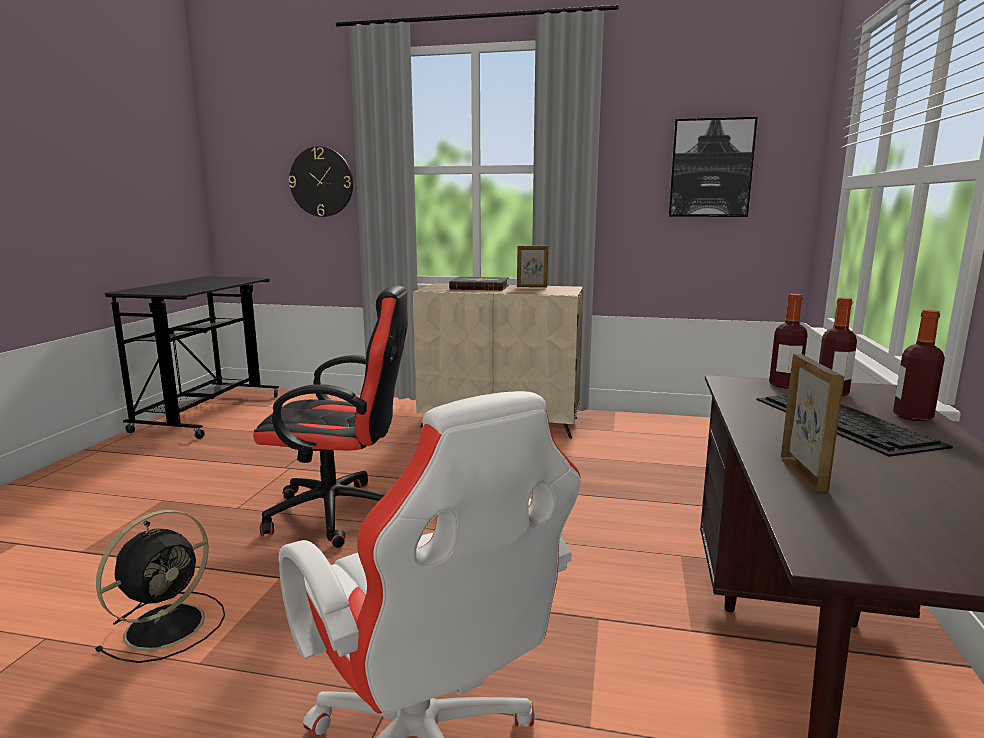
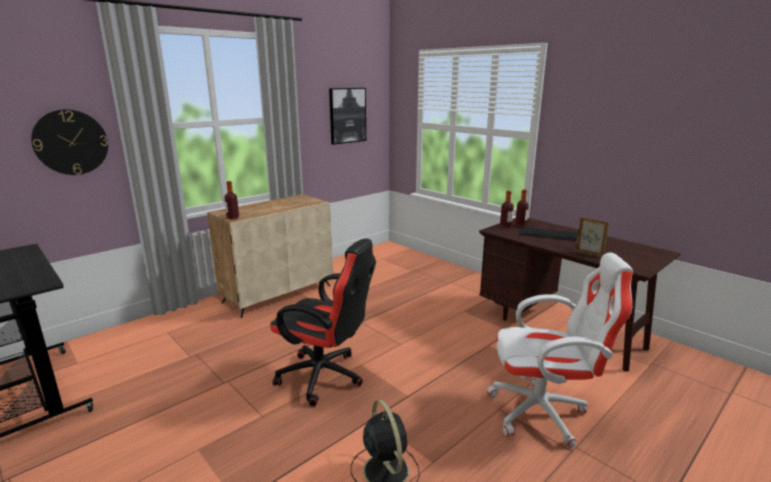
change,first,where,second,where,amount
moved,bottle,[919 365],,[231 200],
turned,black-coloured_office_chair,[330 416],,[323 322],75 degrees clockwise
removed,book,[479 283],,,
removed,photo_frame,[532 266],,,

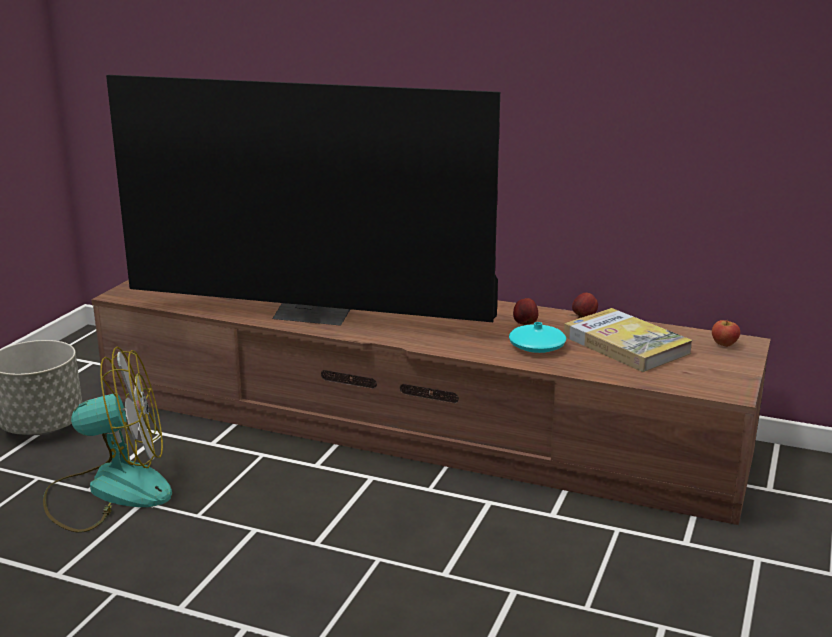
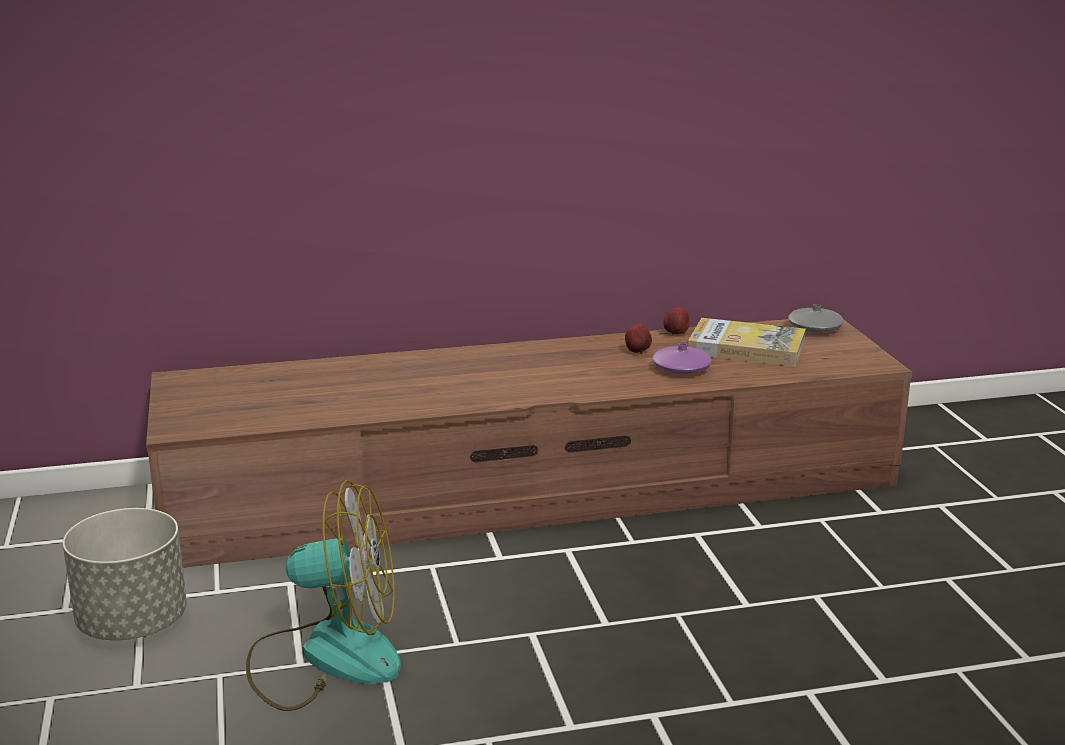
change,first,where,second,where,amount
turned,fan,[107 440],,[323 595],45 degrees clockwise
recoloured,turquoise-coloured_vase,[537 337],purplish_vase,[682 359],
replaced,apple_fruit,[726 333],gray_vase,[816 318],
removed,TV_set,[303 200],,,

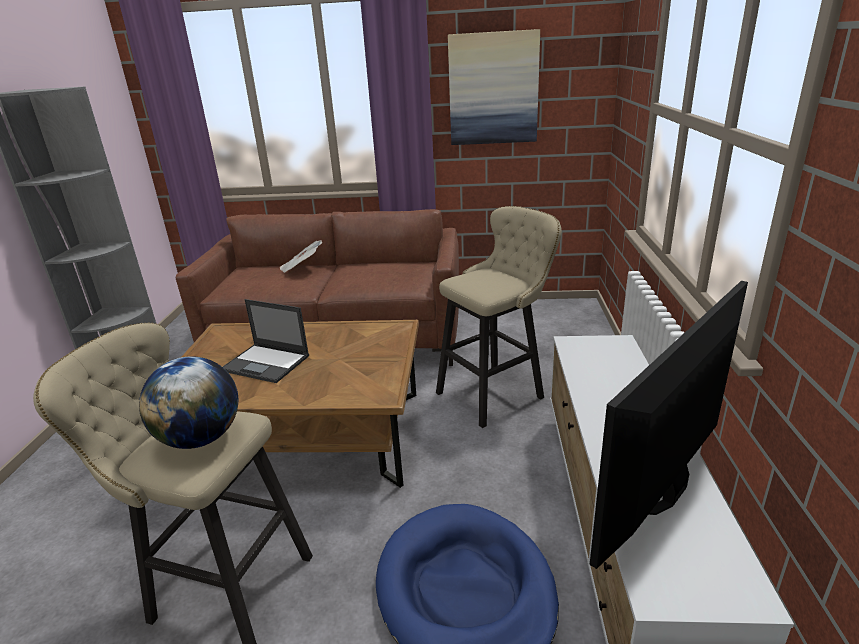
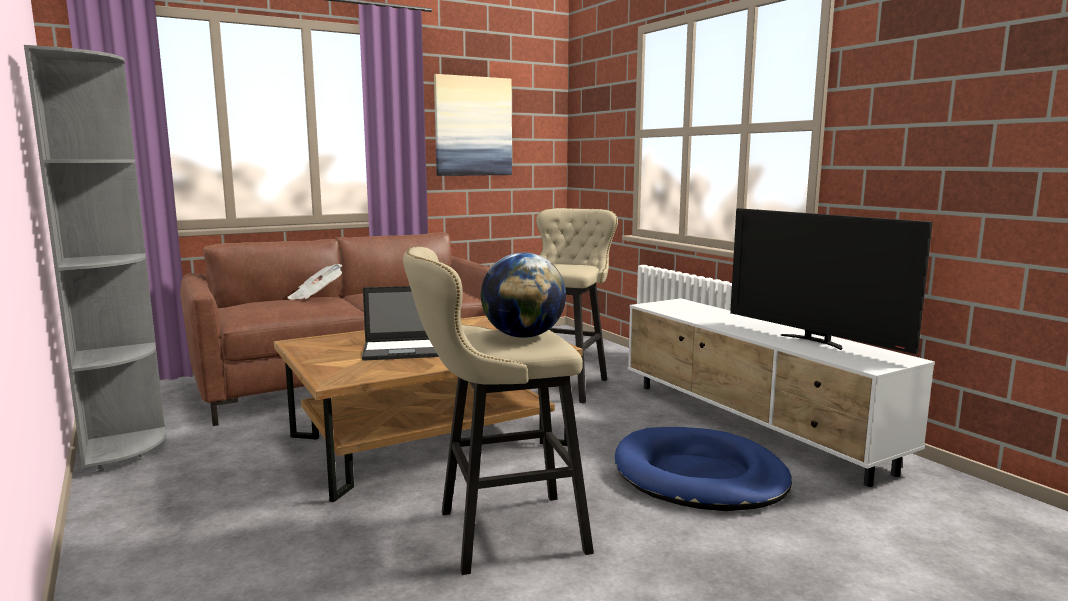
change,first,where,second,where,amount
turned,TV_set,[669 425],,[831 281],45 degrees counterclockwise

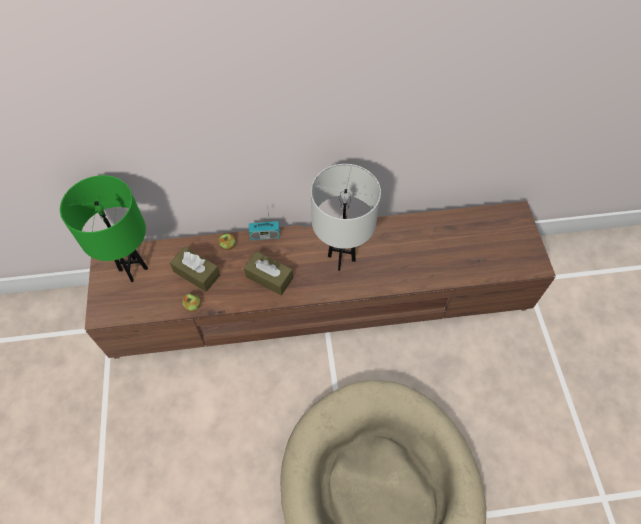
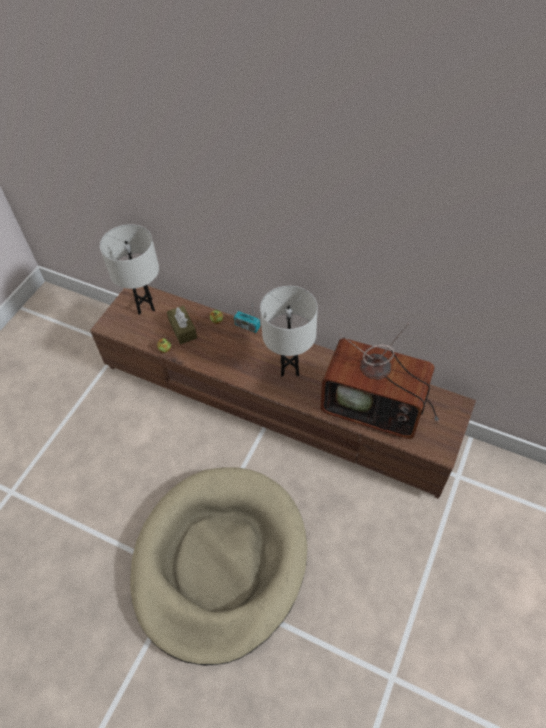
change,first,where,second,where,amount
recoloured,green_tabletop_lamp,[104 228],white-coloured_tabletop_lamp,[129 269],
added,,,TV_set,[380 381],
removed,brown_tissue_box,[268 273],,,

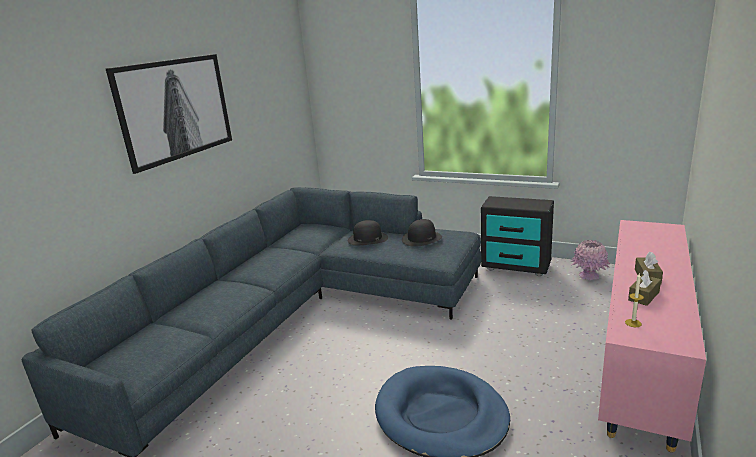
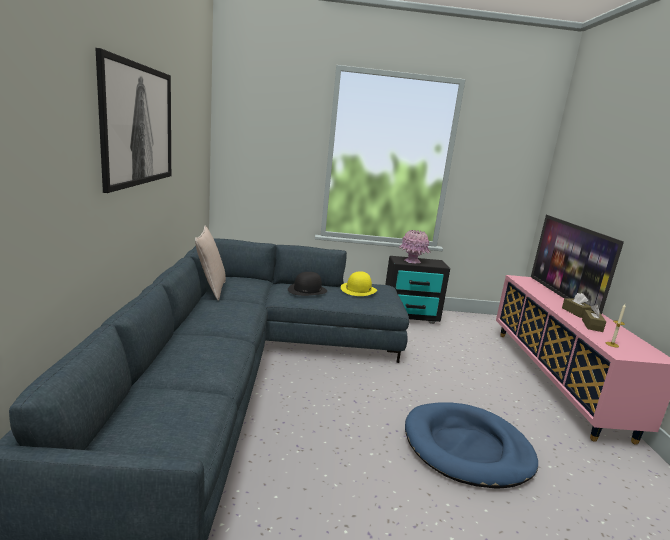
change,first,where,second,where,amount
added,,,beige_throw_pillow,[210 263],
recoloured,black-coloured_clothing_hat,[422 233],yellow_clothing_hat,[359 283],
moved,pinkish_vase,[590 260],,[414 247],
added,,,TV_set,[577 265],

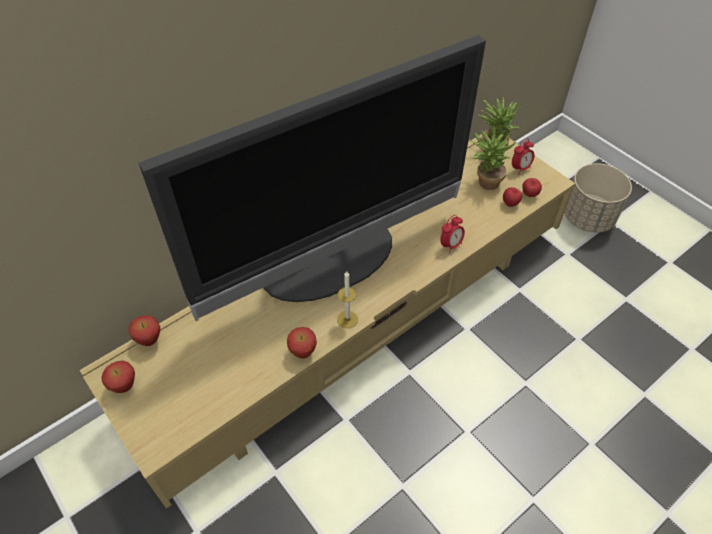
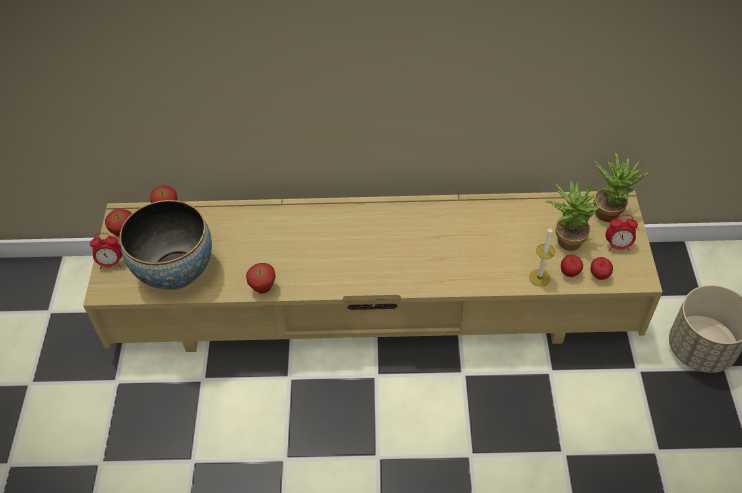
change,first,where,second,where,amount
moved,bedside_clock,[452 234],,[106 251],
added,,,bowl,[165 245],
moved,wax_candle,[347 299],,[542 257],
removed,TV_set,[312 178],,,

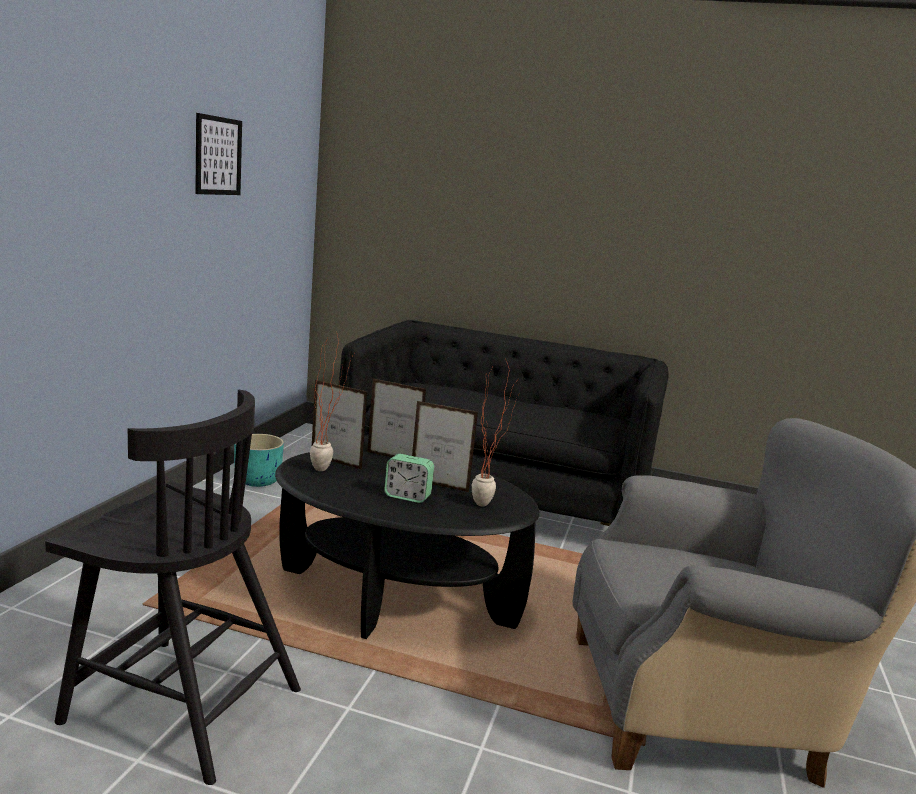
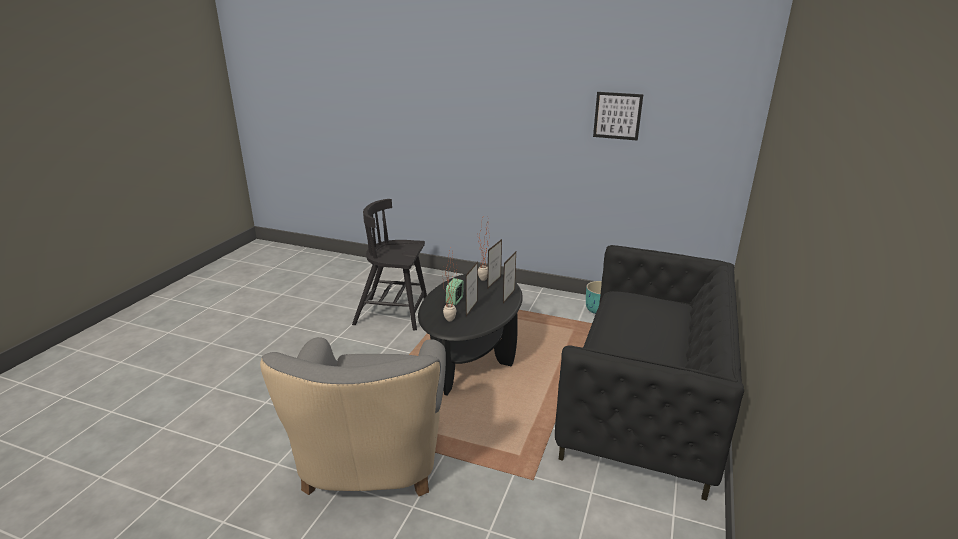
change,first,where,second,where,amount
turned,black-coloured_upright_chair,[173 587],,[389 264],75 degrees clockwise

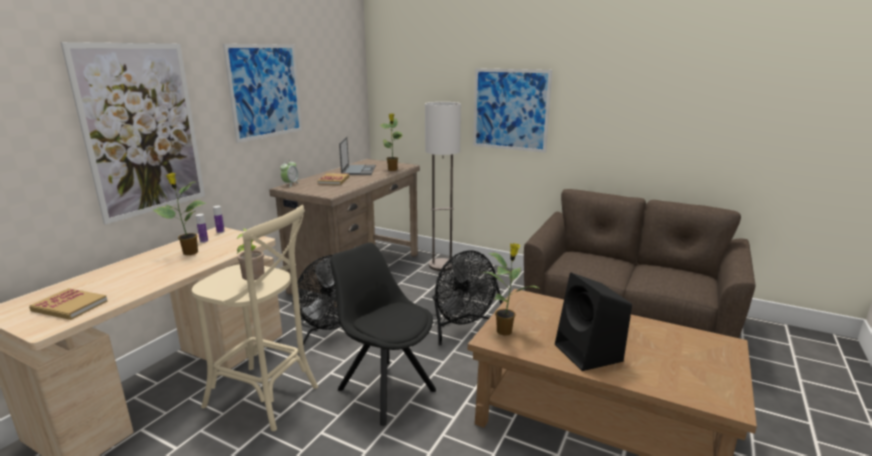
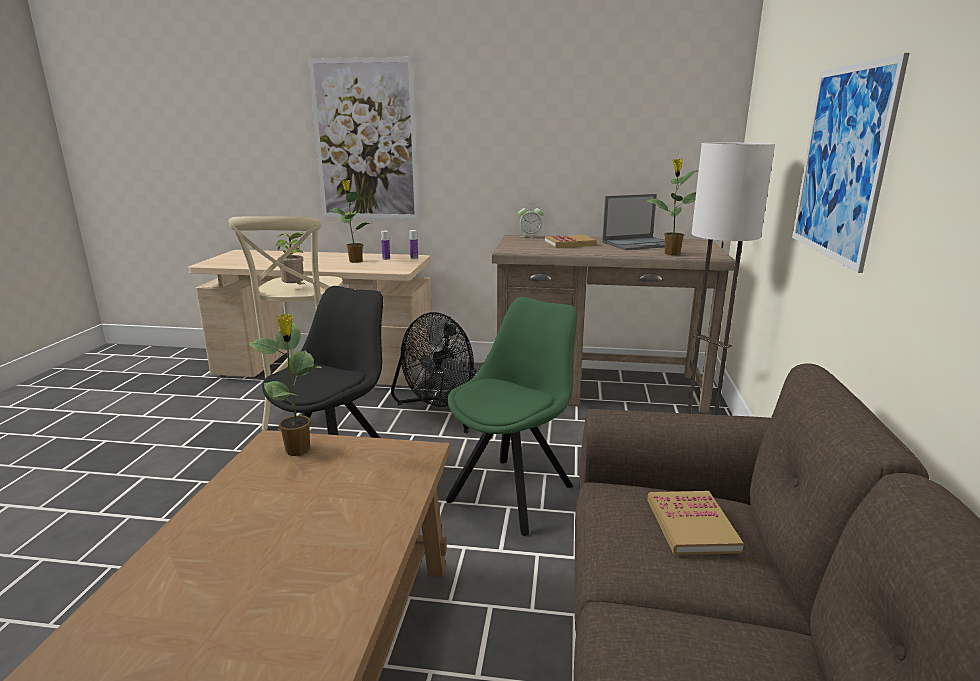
change,first,where,second,where,amount
replaced,black-coloured_fan,[467 297],green_upright_chair,[511 416],
moved,book,[68 304],,[695 523],
removed,picture,[262 93],,,
removed,black-coloured_audio_speaker,[593 322],,,

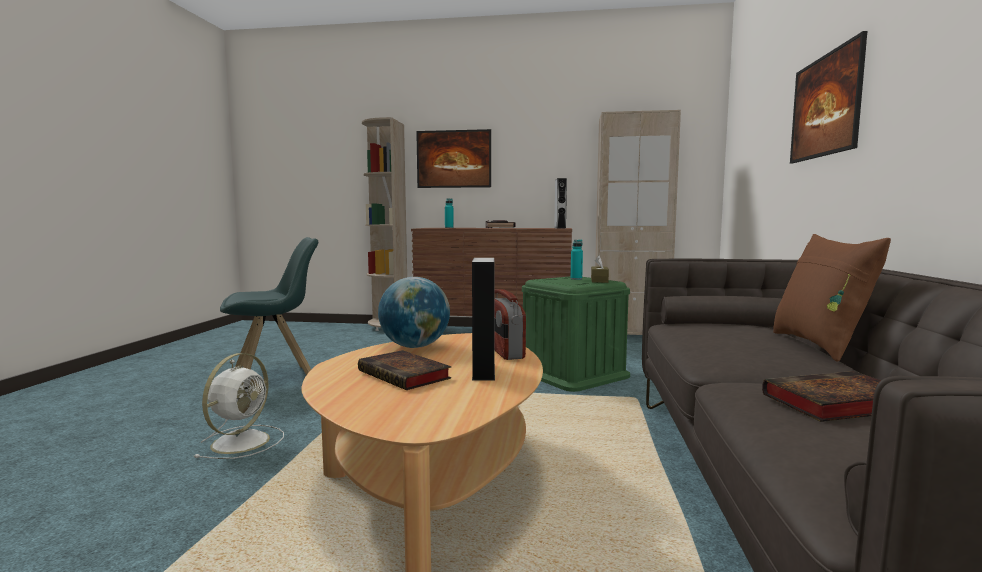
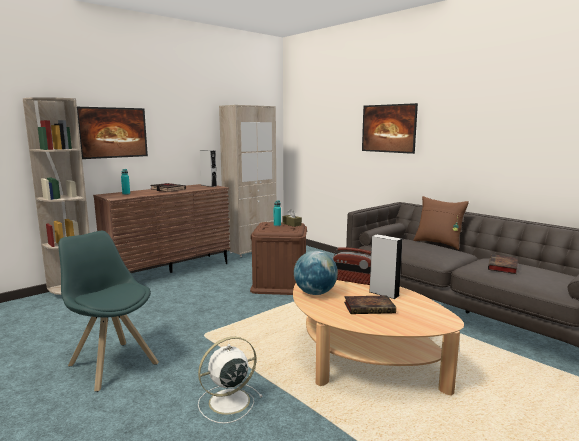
change,first,where,second,where,amount
turned,turquoise-coloured_upright_chair,[269 306],,[108 311],60 degrees counterclockwise
turned,white-coloured_fan,[239 406],,[230 380],90 degrees counterclockwise
recoloured,green_storage_box,[576 334],brown_storage_box,[278 258],

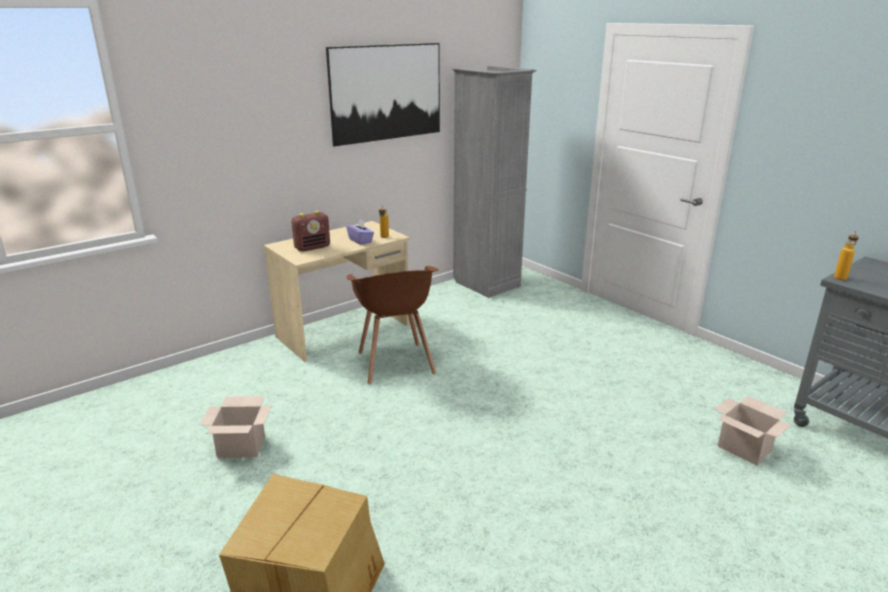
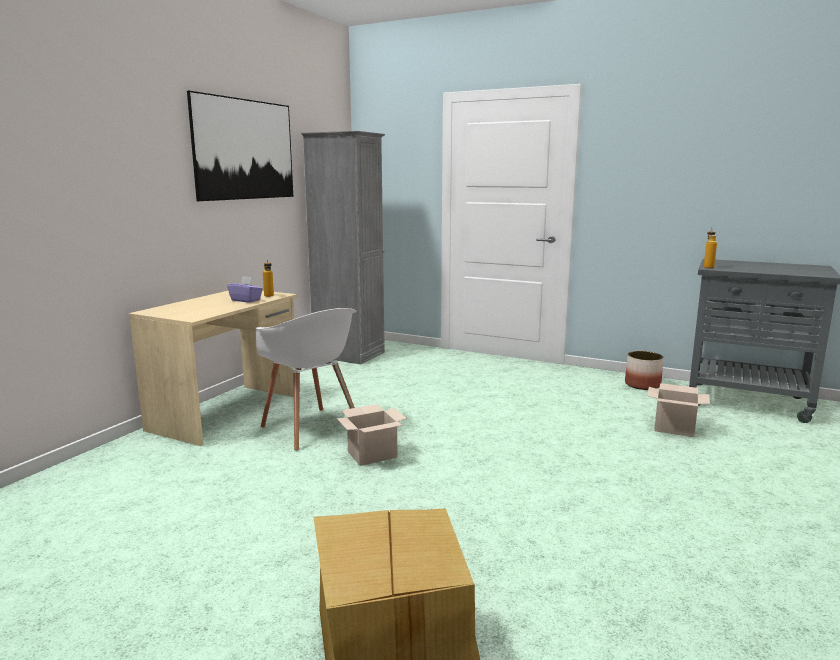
change,first,where,second,where,amount
recoloured,brown_upright_chair,[392 325],white-coloured_upright_chair,[306 379],
moved,carton,[236 427],,[371 435],
added,,,flower_pot,[644 370],
removed,radio_receiver,[310 231],,,

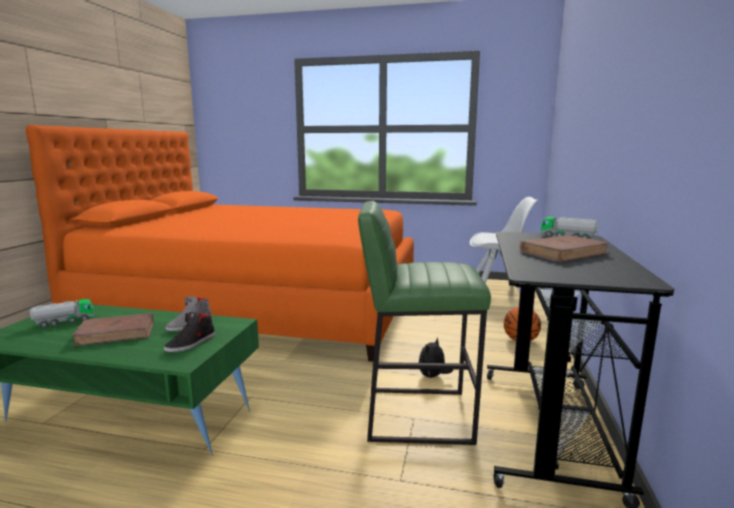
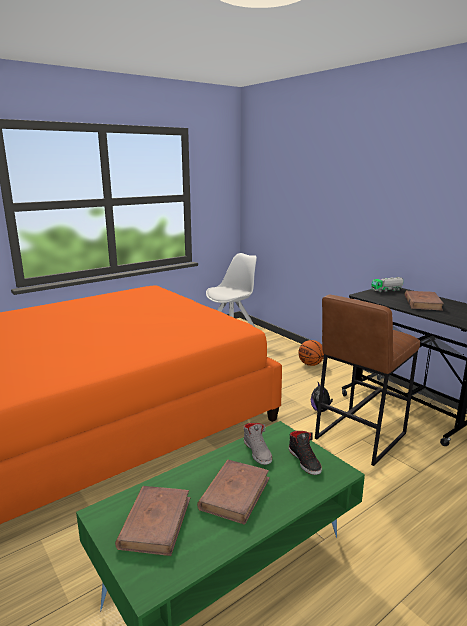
change,first,where,second,where,amount
replaced,toy_lorry,[61 313],brown_book,[152 521],
recoloured,green_sitting_stool,[424 323],brown_sitting_stool,[367 380],

